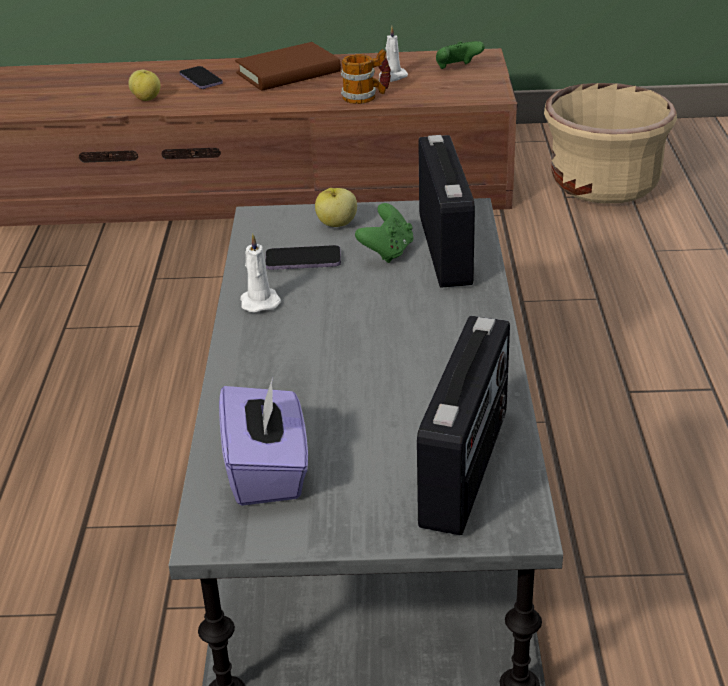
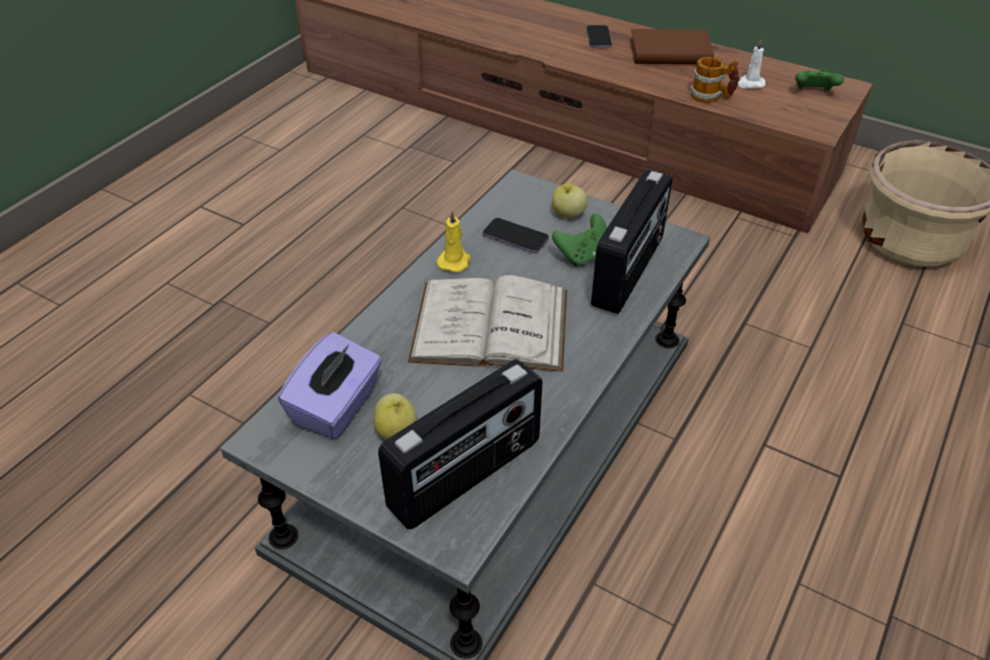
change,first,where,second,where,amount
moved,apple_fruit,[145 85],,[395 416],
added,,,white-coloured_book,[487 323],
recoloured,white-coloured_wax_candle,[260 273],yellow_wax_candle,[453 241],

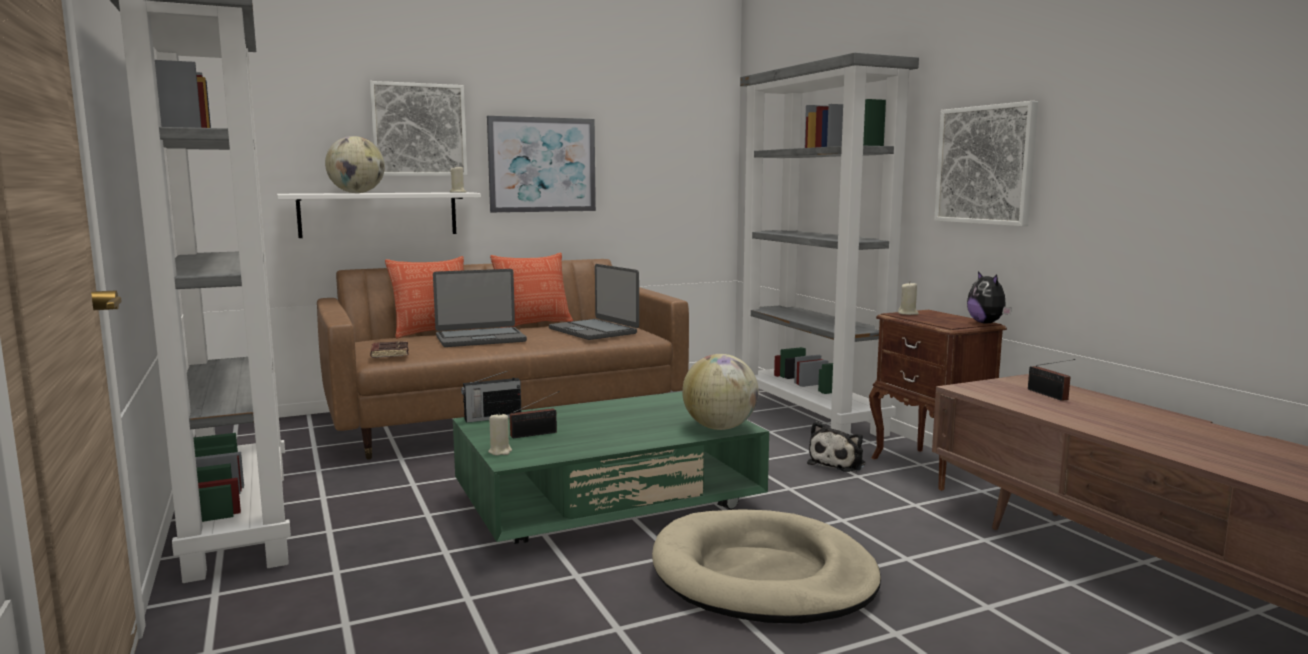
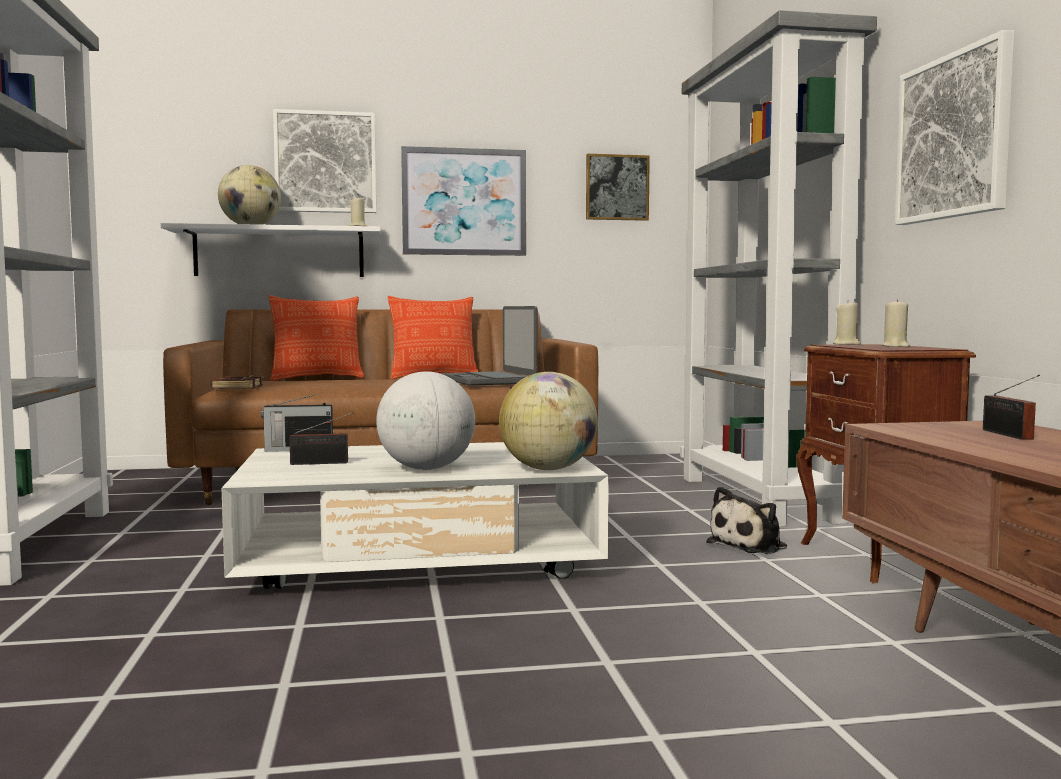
change,first,where,second,where,amount
recoloured,green_low_table,[611 467],white-coloured_low_table,[415 515],
added,,,world_globe,[425 421],
added,,,picture,[618 187],
moved,beige_wax_candle,[500 434],,[896 323],
removed,portable_computer,[480 308],,,
removed,beige_pet_bed,[766 566],,,
removed,soft_toy,[989 297],,,

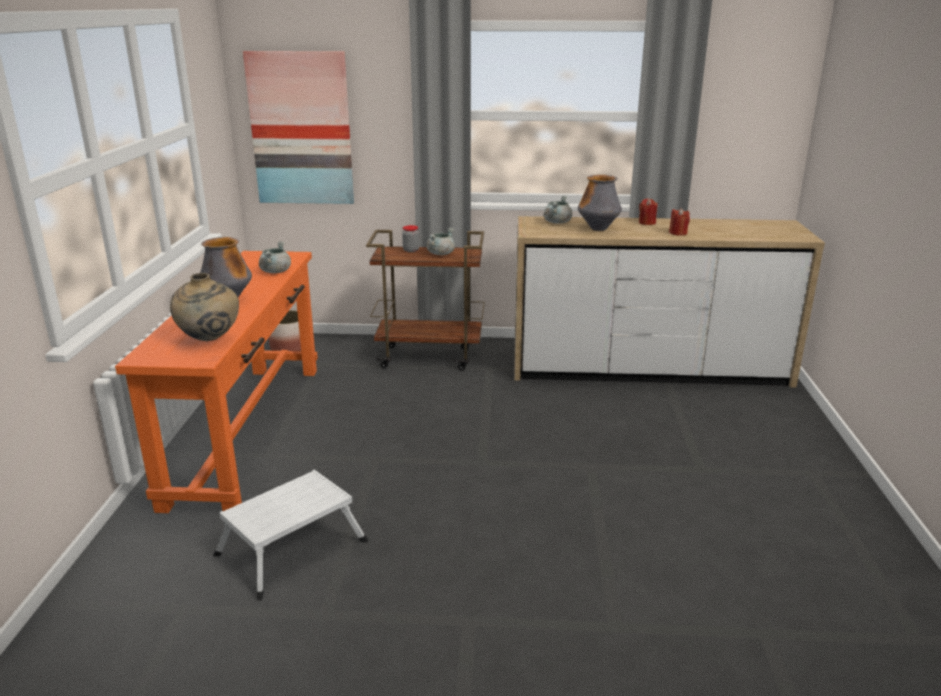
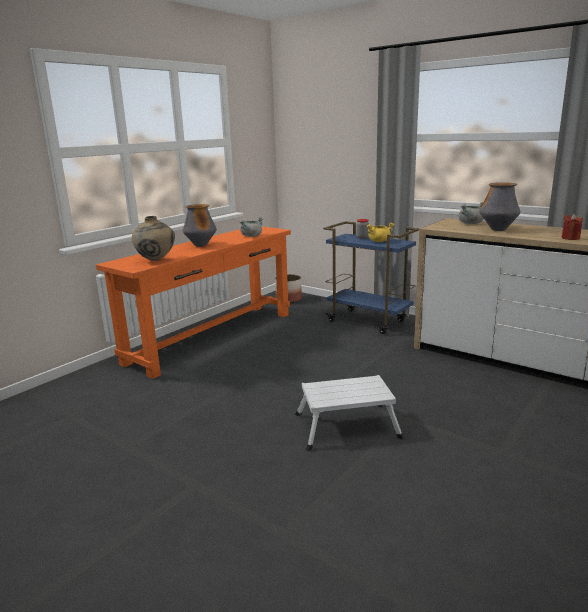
change,first,where,second,where,amount
moved,white-coloured_step_stool,[290 535],,[349 413],
recoloured,brown_trolley,[425 300],blue-coloured_trolley,[371 277],
recoloured,gray_stockpot,[441 241],yellow_stockpot,[381 232],
removed,picture,[298 127],,,
removed,reddish_wax_candle,[648 211],,,

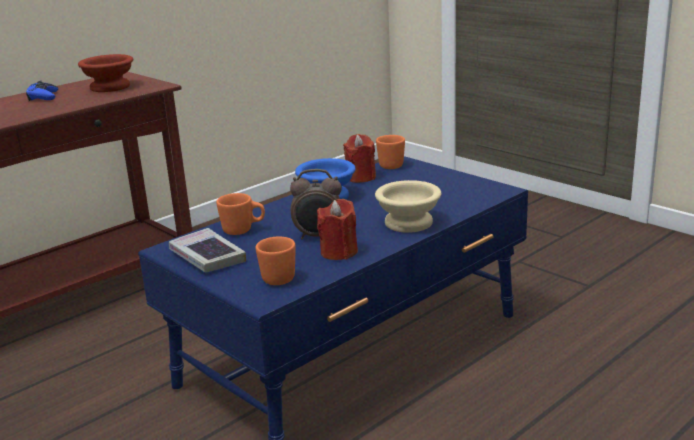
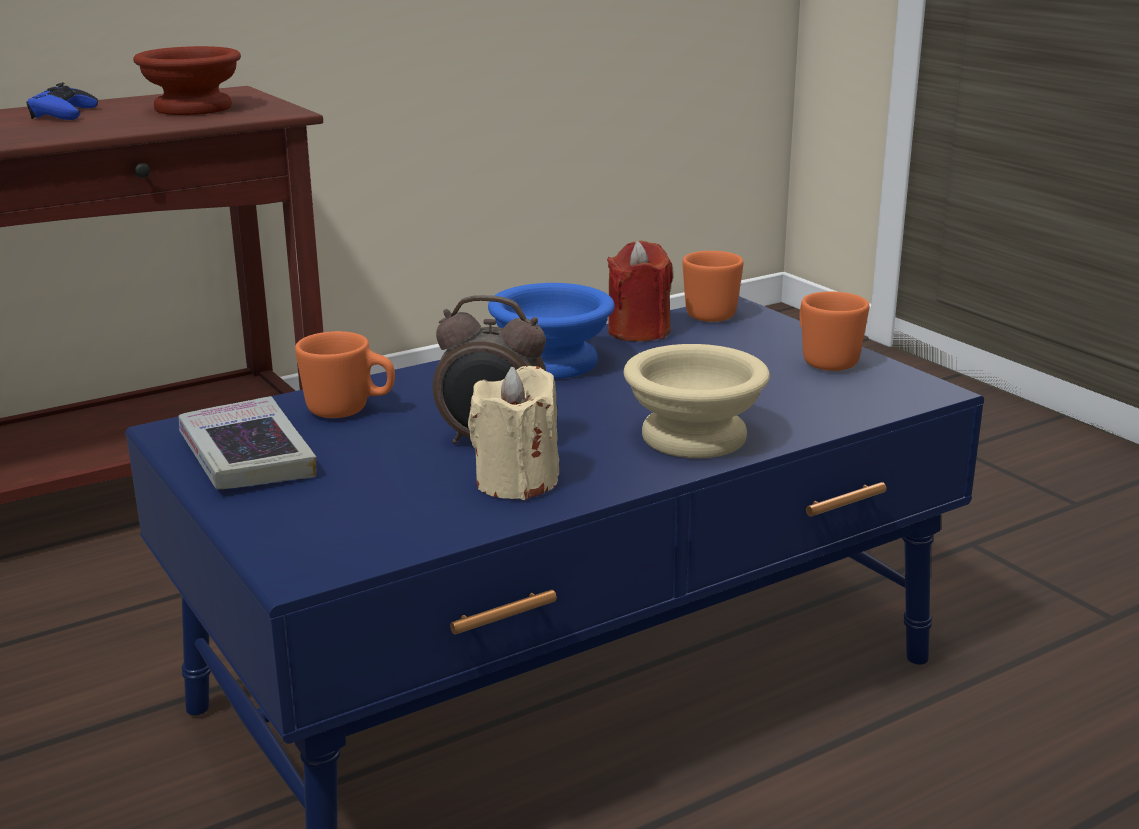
change,first,where,second,where,amount
recoloured,reddish_wax_candle,[337 229],beige_wax_candle,[513 433],
moved,orange-coloured_tea_mug,[276 261],,[834 331],

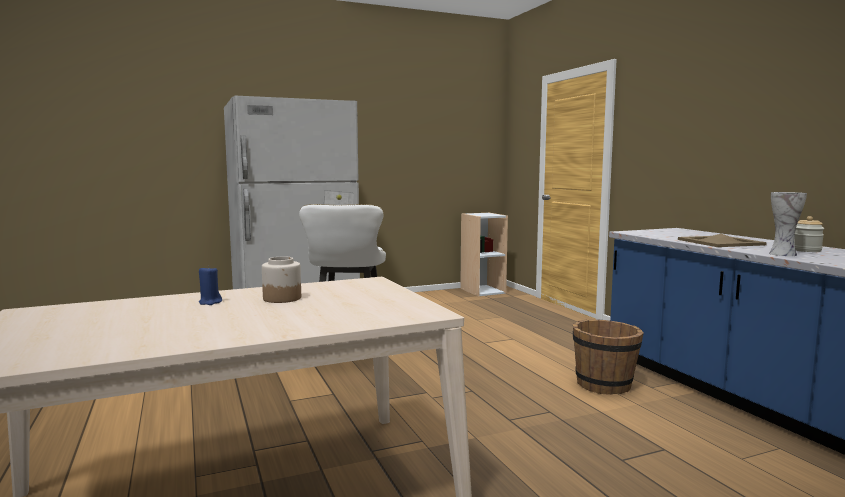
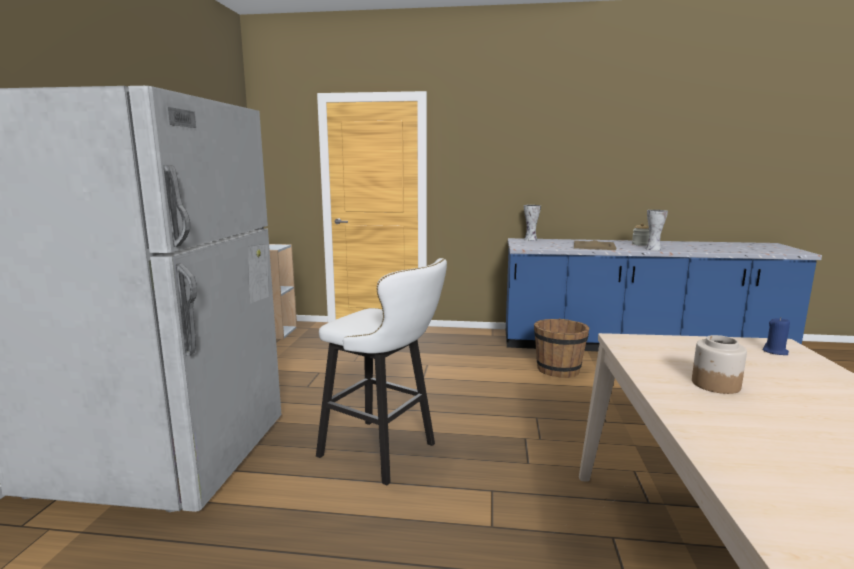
change,first,where,second,where,amount
added,,,vase,[532 223],
moved,blue-coloured_wax_candle,[210 285],,[776 336],

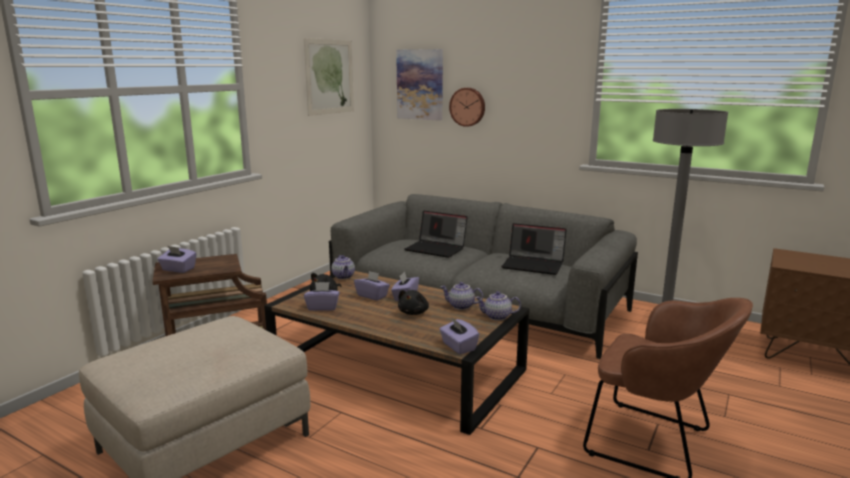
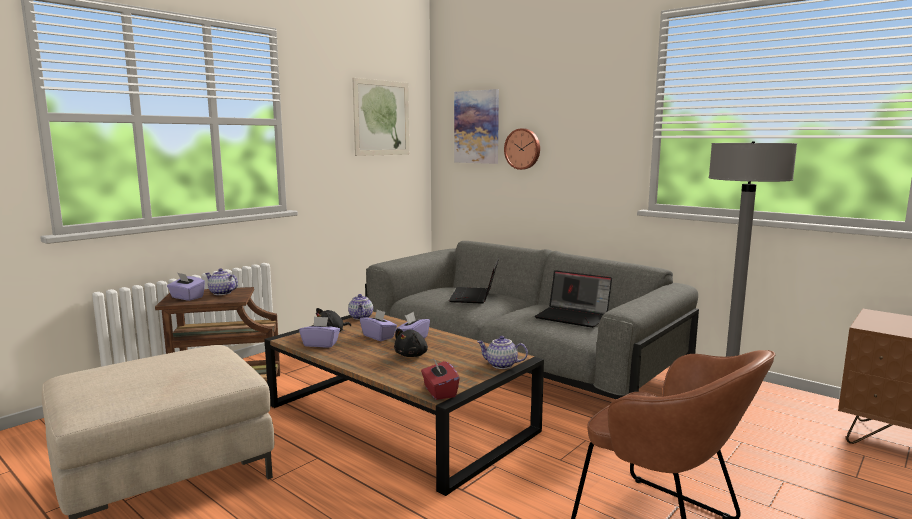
change,first,where,second,where,amount
moved,teapot,[461 296],,[221 282],
recoloured,purplish_tissue_box,[459 336],reddish_tissue_box,[440 380],
turned,portable_computer,[436 234],,[474 280],60 degrees clockwise

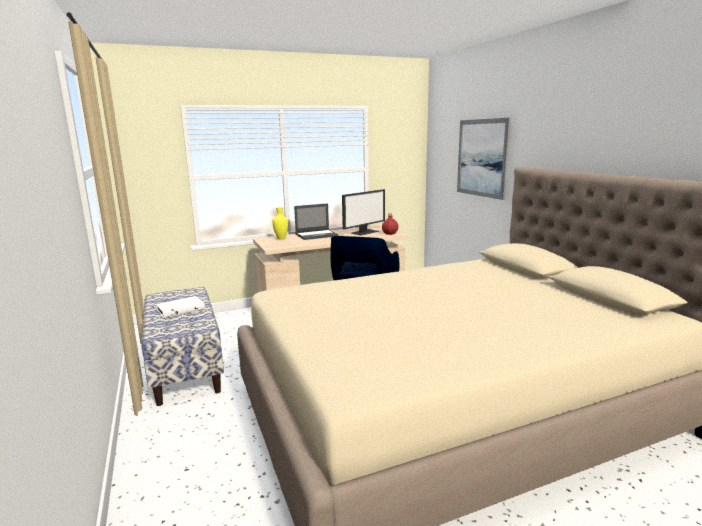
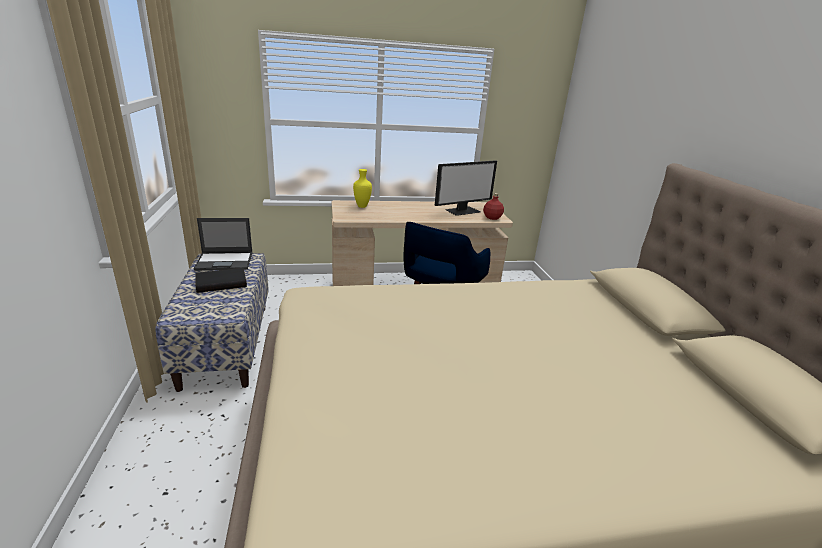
change,first,where,second,where,amount
moved,portable_computer,[316 221],,[223 244],
recoloured,white-coloured_book,[180 307],black-coloured_book,[221 280],
removed,picture,[484 159],,,

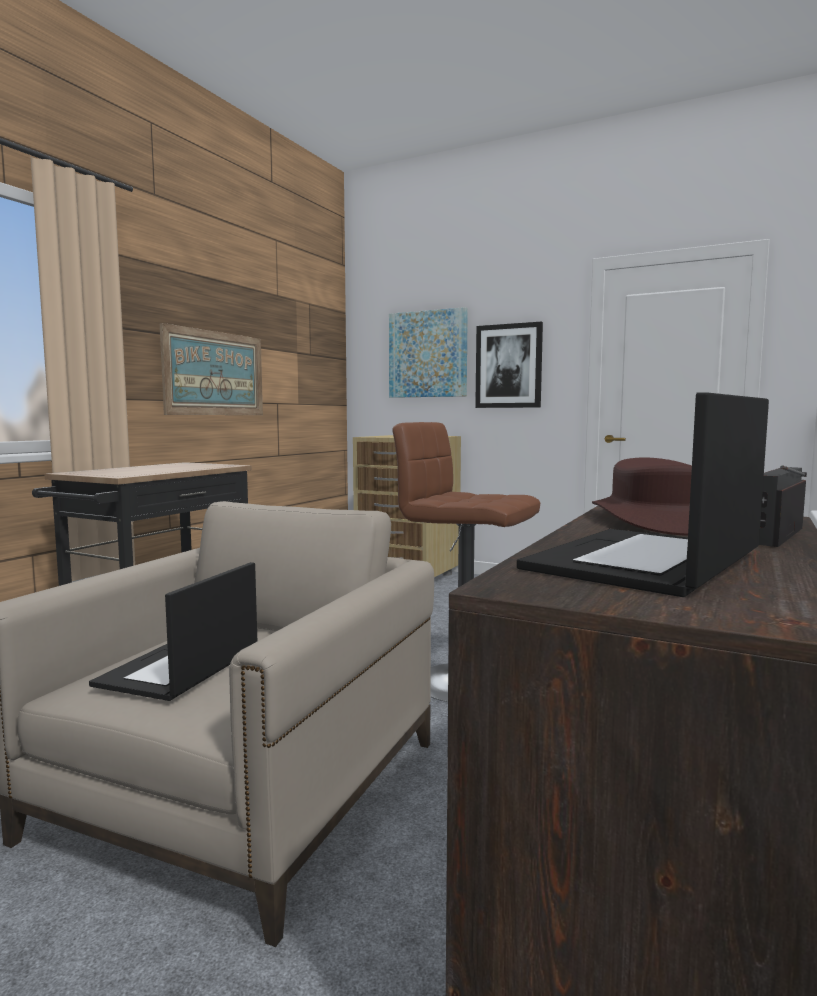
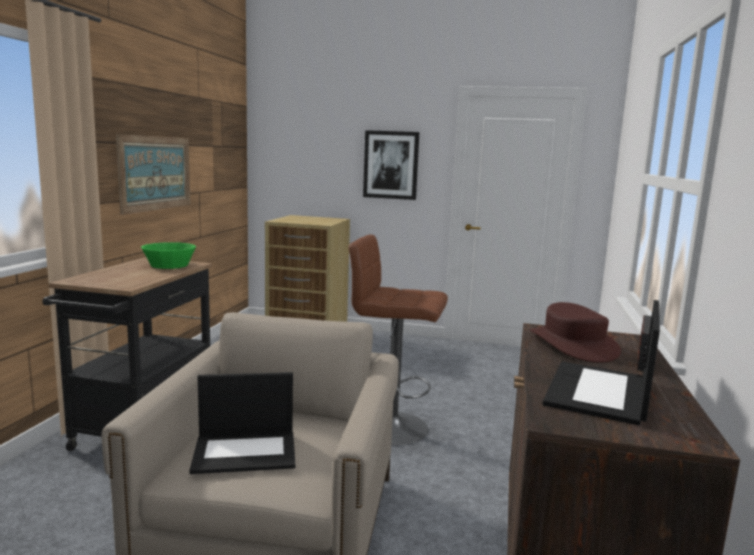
change,first,where,second,where,amount
added,,,green_bowl,[168 255],
turned,portable_computer,[173 631],,[242 423],105 degrees counterclockwise
removed,picture,[428 352],,,

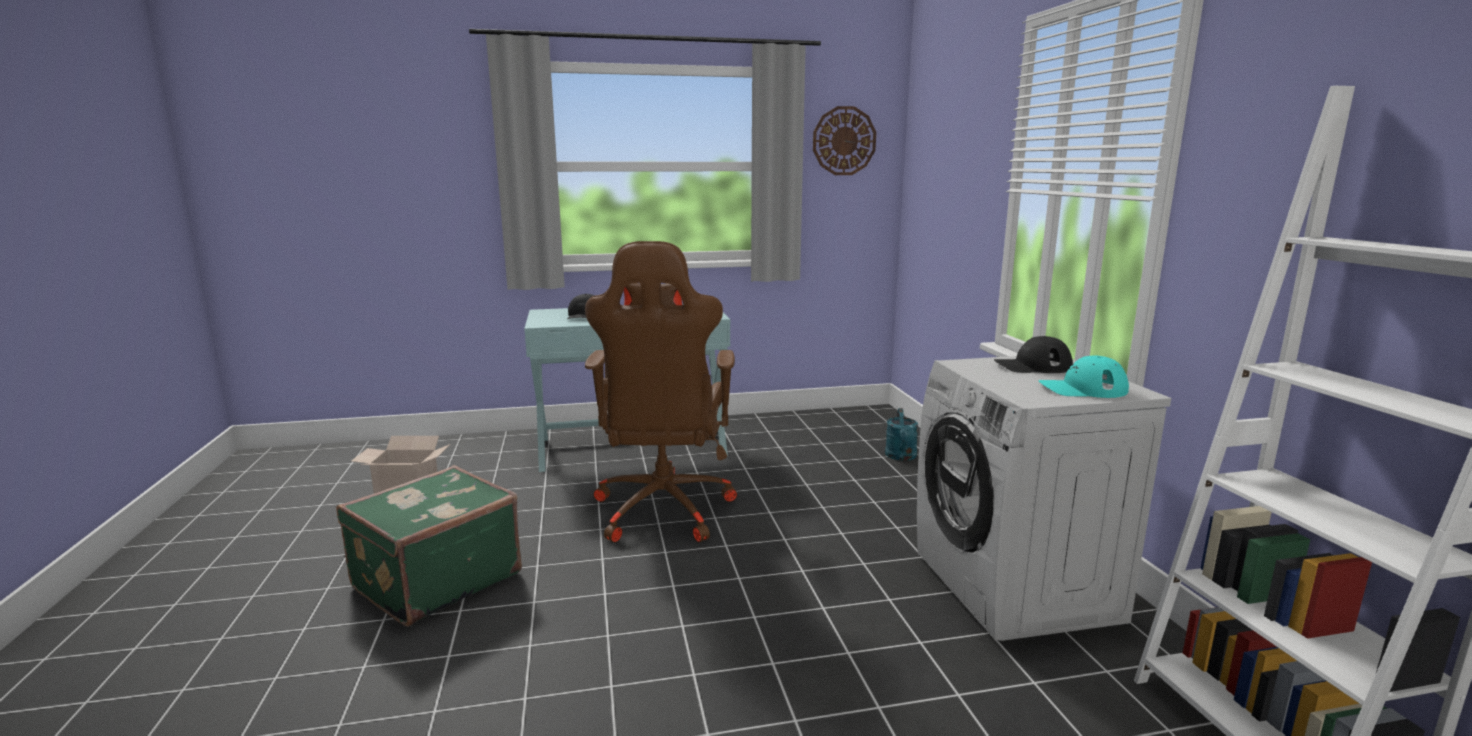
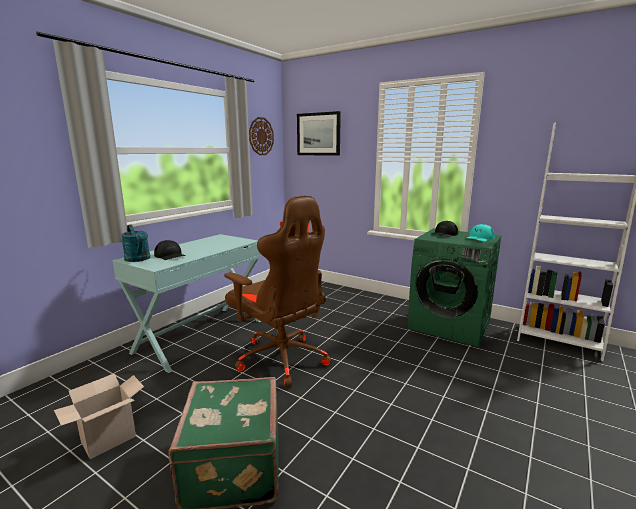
change,first,where,second,where,amount
moved,turquoise-coloured_watering_can,[901 434],,[135 243],
added,,,picture,[319 133],
recoloured,white-coloured_washing_machine,[1044 498],green_washing_machine,[454 287],

